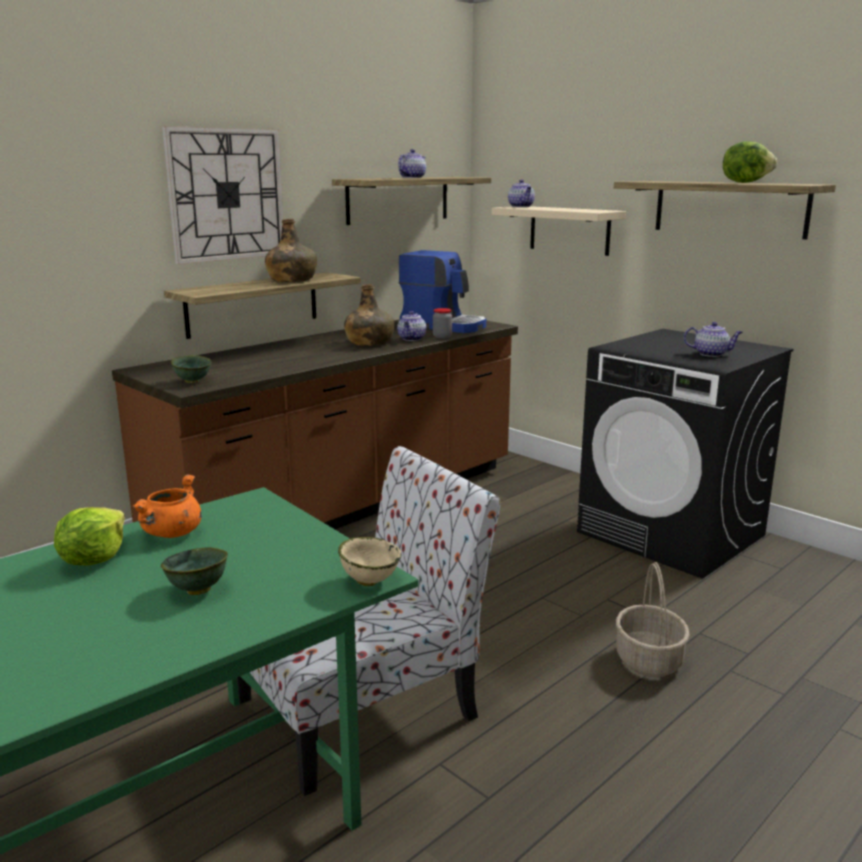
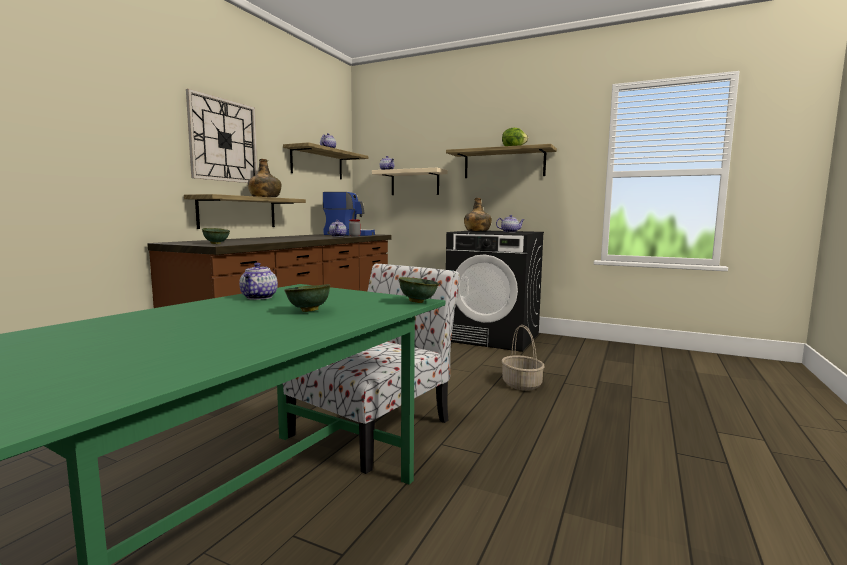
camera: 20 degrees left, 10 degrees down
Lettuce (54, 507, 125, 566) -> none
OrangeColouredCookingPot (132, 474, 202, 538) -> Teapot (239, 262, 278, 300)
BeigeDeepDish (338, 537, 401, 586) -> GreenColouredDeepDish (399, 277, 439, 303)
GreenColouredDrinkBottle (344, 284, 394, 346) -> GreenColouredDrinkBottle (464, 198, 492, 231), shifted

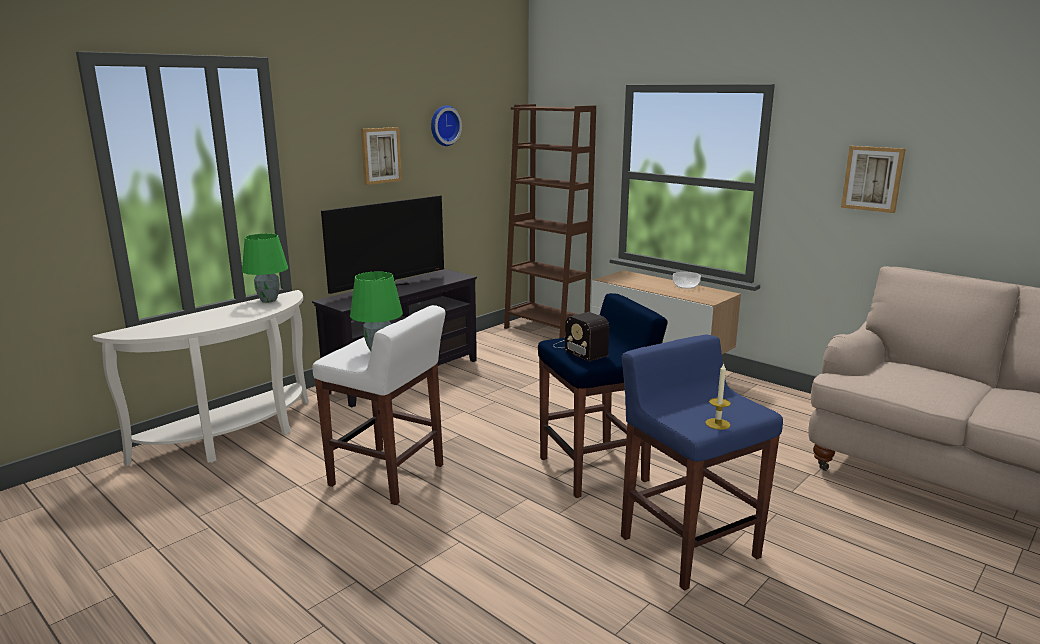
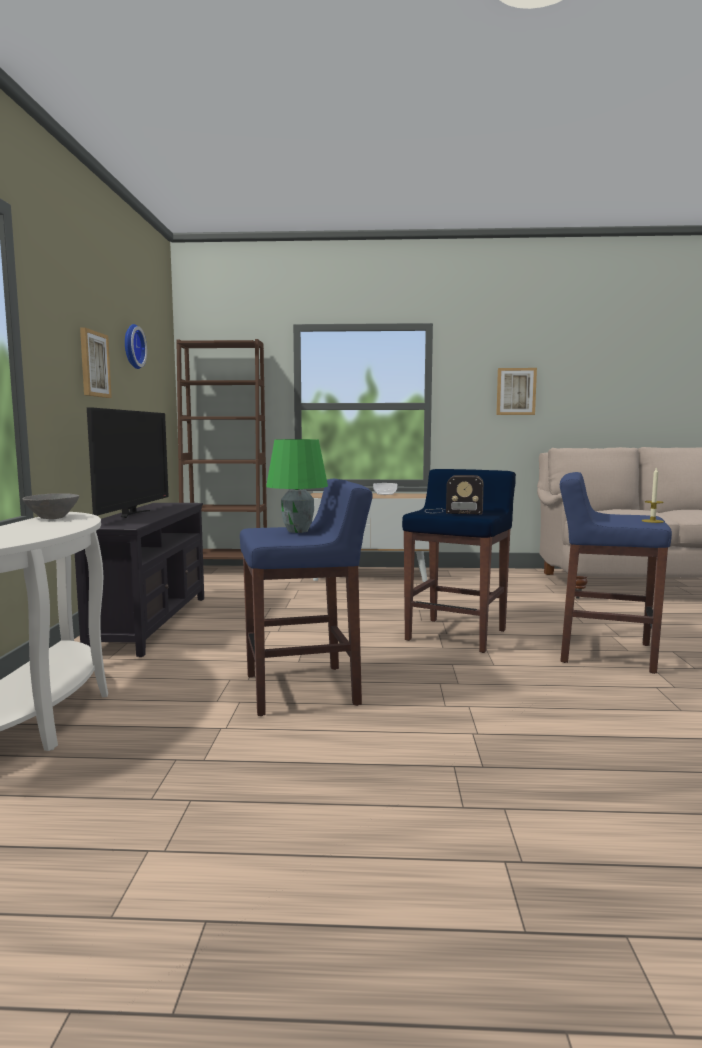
camera: 40 degrees left, 10 degrees down
GreenColouredLampForATable (242, 234, 288, 303) -> GreyDeepDish (22, 493, 79, 519)
WhiteColouredStool (312, 305, 445, 505) -> BlueStool (240, 479, 373, 716)

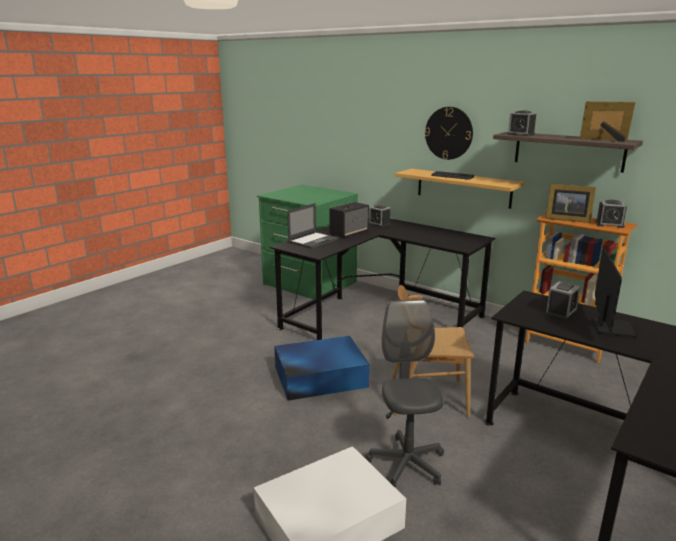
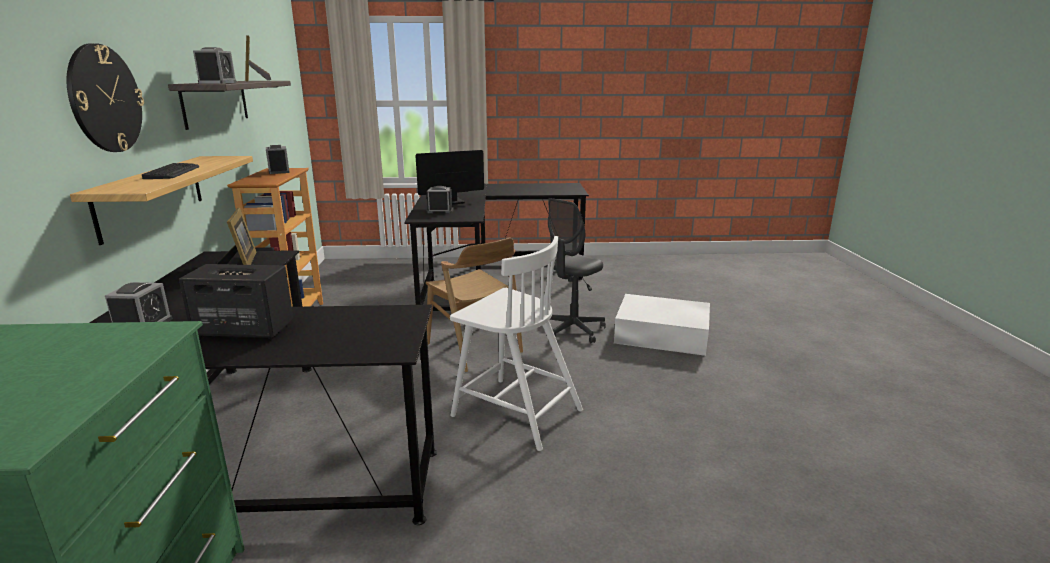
camera: 130 degrees left, 0 degrees up
BlueStorageBin (274, 336, 370, 401) -> WhiteColouredChair (450, 236, 583, 451)
NotebookComputer (287, 203, 339, 249) -> none
PictureFrame (546, 184, 596, 223) -> PictureFrame (217, 208, 257, 265), shifted

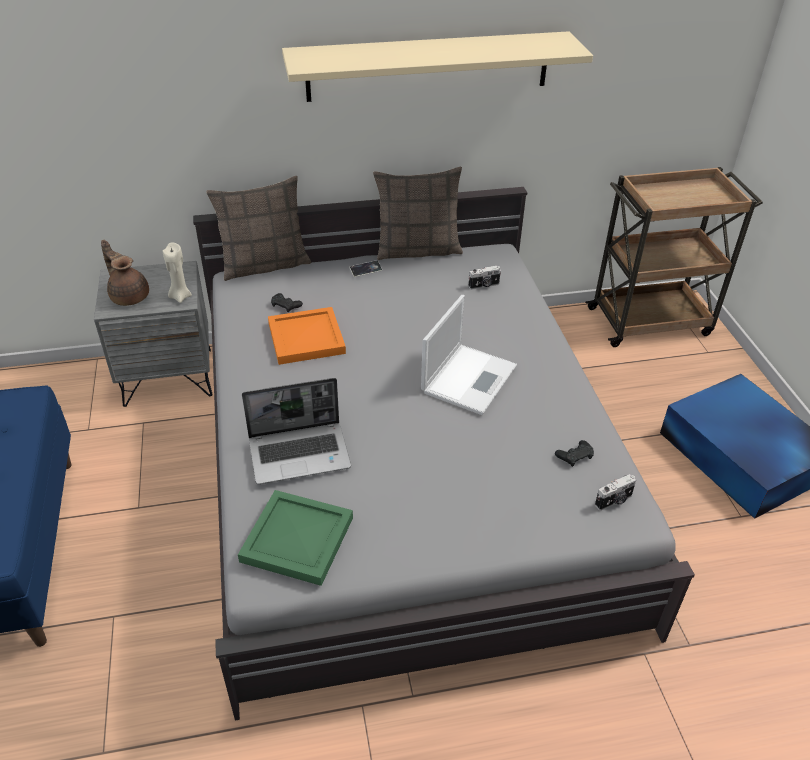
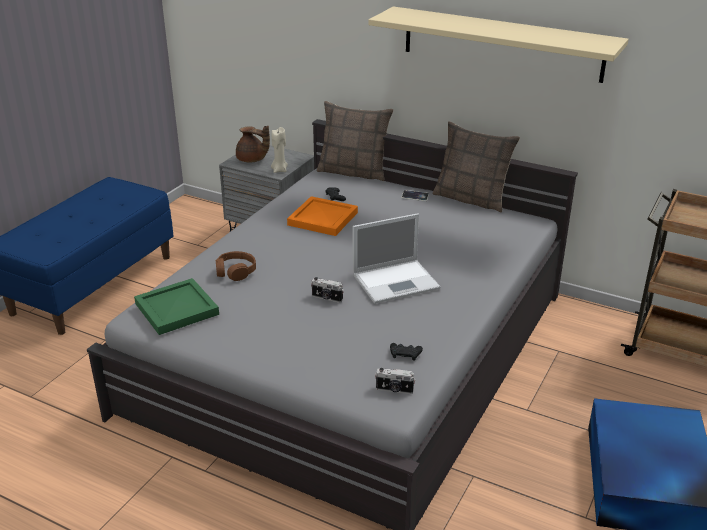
camera: 40 degrees right, 10 degrees down
BrownColouredTeapot (101, 240, 149, 306) -> BrownColouredTeapot (236, 126, 270, 163), 120 degrees clockwise
NotebookComputer (242, 378, 351, 484) -> BrownColouredHeadset (216, 251, 256, 281)
PhotoCamera (468, 266, 501, 290) -> PhotoCamera (311, 277, 344, 303), shifted

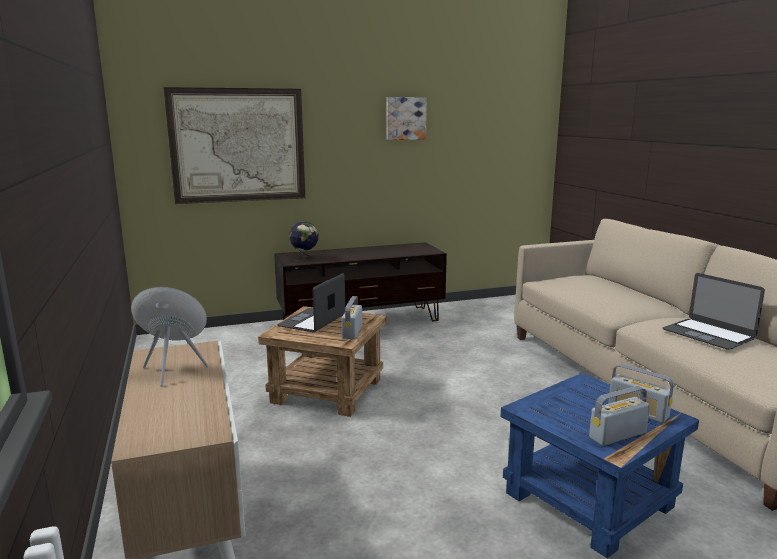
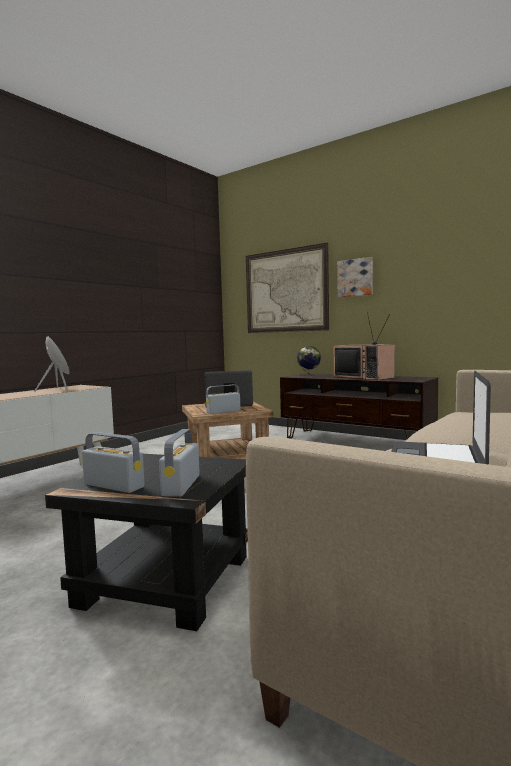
camera: 55 degrees right, 10 degrees down
WallPicture (387, 97, 427, 140) -> WallPicture (337, 257, 373, 297), shifted
BlueEndTable (500, 373, 699, 558) -> BlackEndTable (45, 454, 248, 631)
none -> Television (334, 312, 395, 380)

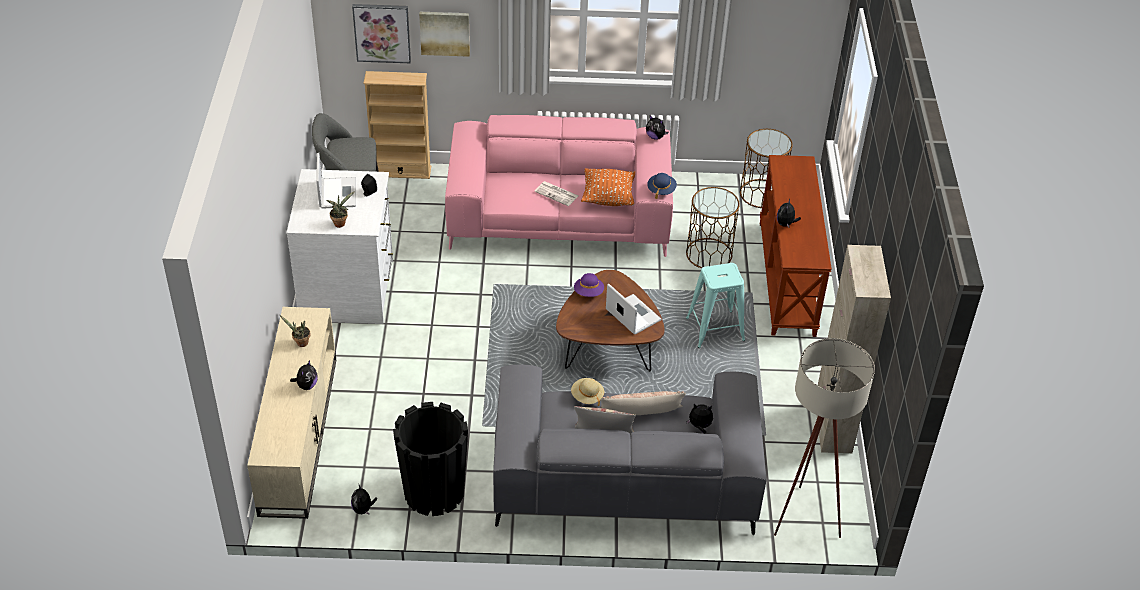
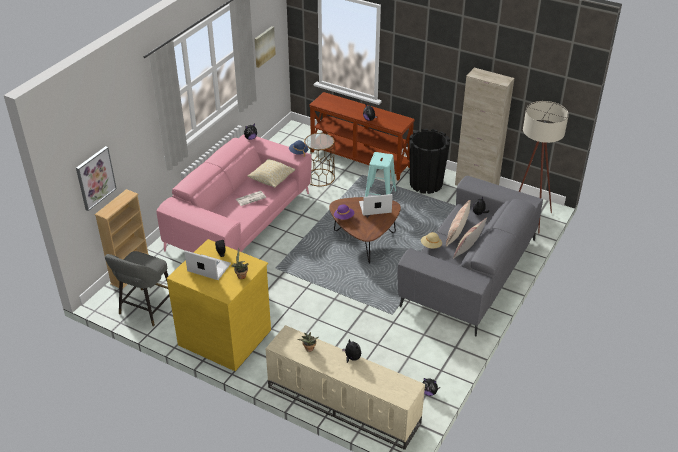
camera: 60 degrees left, 5 degrees down
WhiteColouredDrawerChest (287, 169, 393, 324) -> YellowColouredDrawerChest (166, 239, 271, 371)
BlackPlanter (393, 402, 468, 516) -> BlackPlanter (409, 129, 450, 194), shifted
WallPicture (419, 12, 470, 57) -> WallPicture (254, 26, 276, 68), shifted
OrangeColouredCushion (581, 168, 635, 206) -> BeigeCushion (248, 159, 295, 188)
BrownColouredEndTable (740, 129, 793, 208) -> none

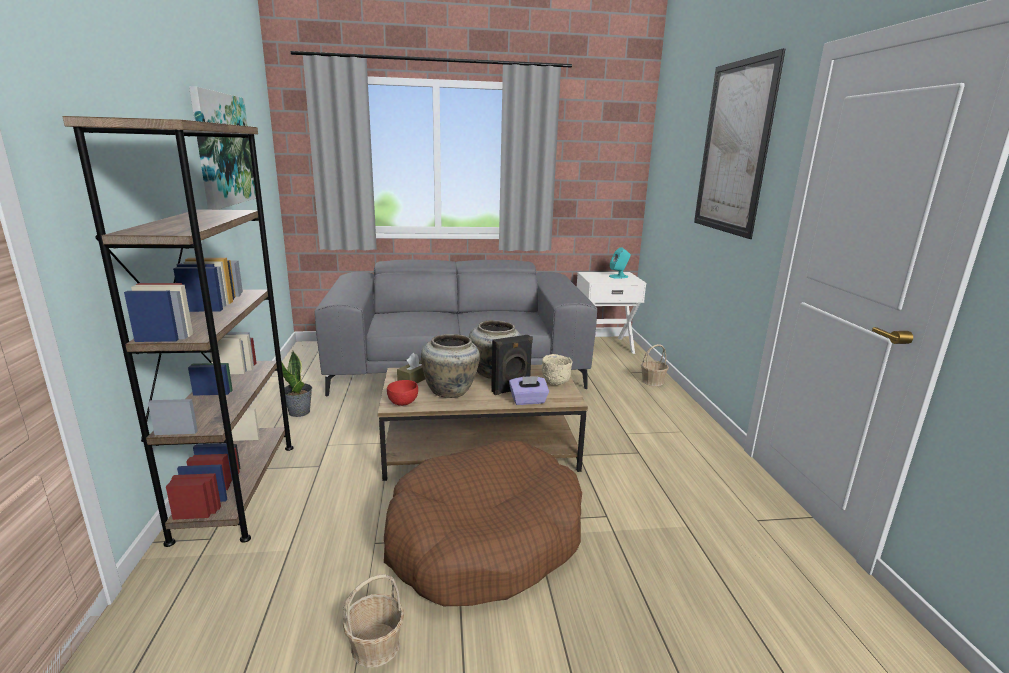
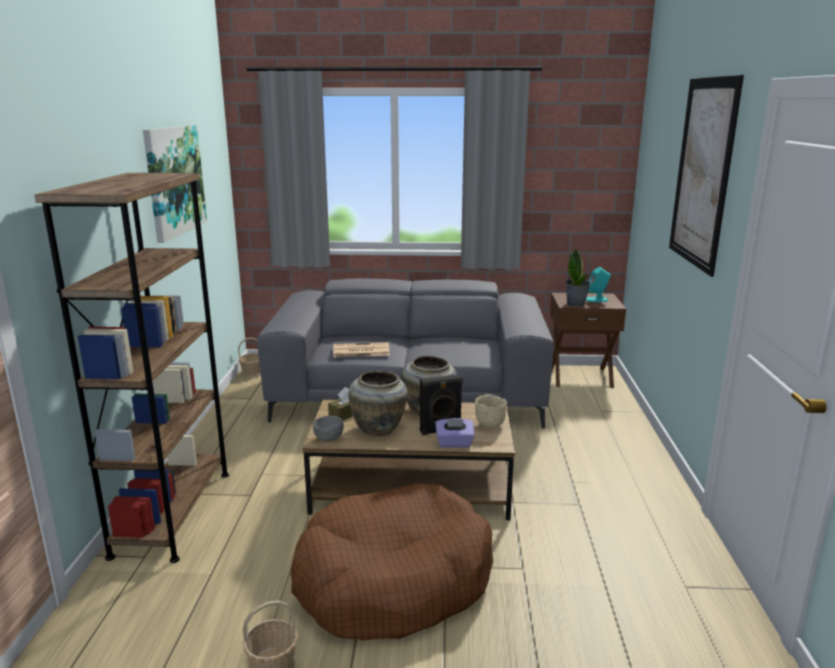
camera: 10 degrees right, 0 degrees up
PottedPlant (281, 351, 312, 417) -> PottedPlant (565, 248, 591, 307), shifted
ReddishDeepDish (387, 380, 418, 406) -> GreyDeepDish (313, 416, 344, 442)
WhiteColouredBedsideTable (577, 272, 646, 354) -> BrownColouredBedsideTable (550, 293, 626, 388)
Basket (641, 344, 669, 386) -> Basket (238, 338, 261, 378), shifted
none -> DailyPaper (333, 342, 390, 357)

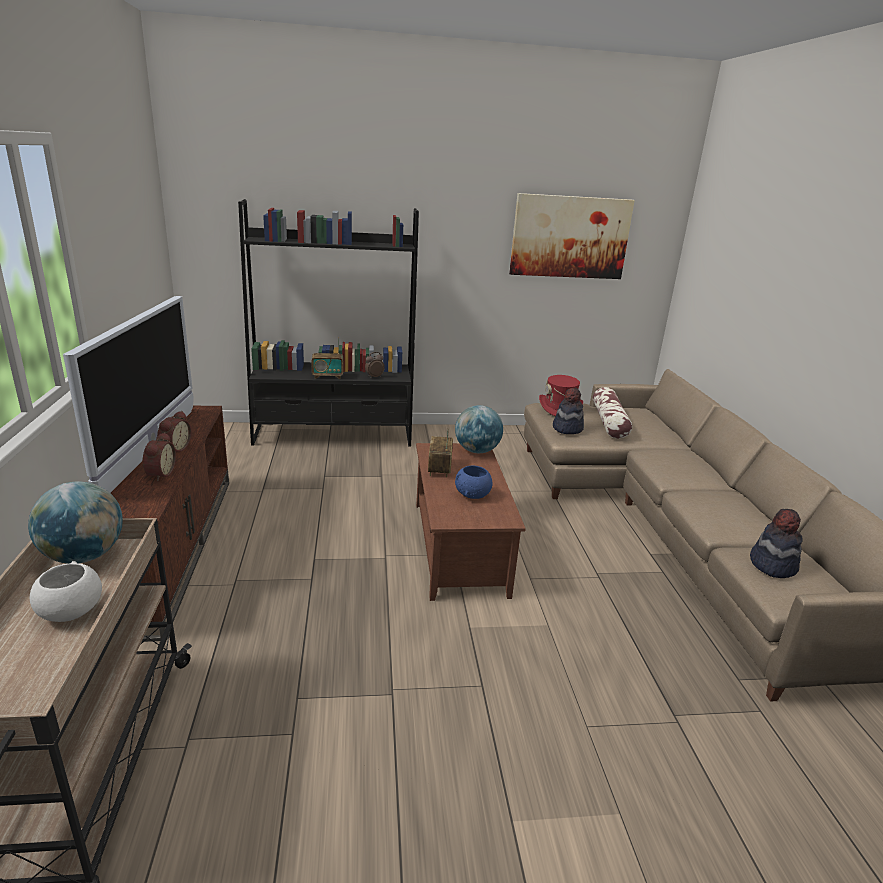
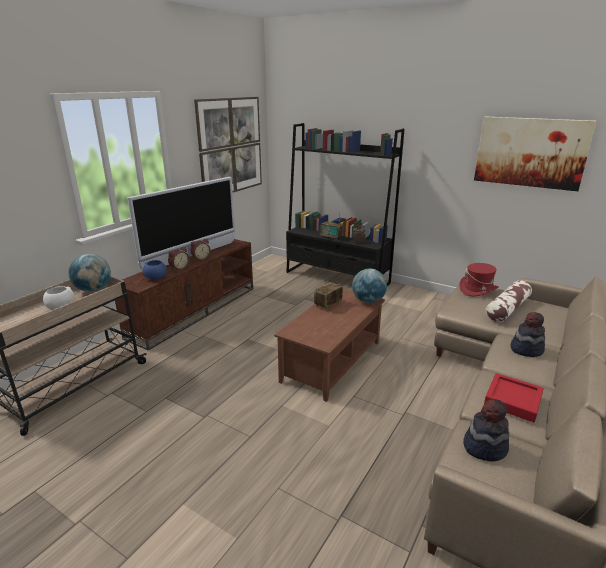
camera: 40 degrees right, 0 degrees up
BlueDeepDish (455, 465, 493, 499) -> BlueDeepDish (143, 260, 167, 280), shifted
ClothingHat (553, 388, 584, 434) -> ClothingHat (511, 312, 545, 357), shifted
none -> WallPicture (194, 97, 262, 192)
none -> ReddishCarryingTray (484, 373, 544, 422)

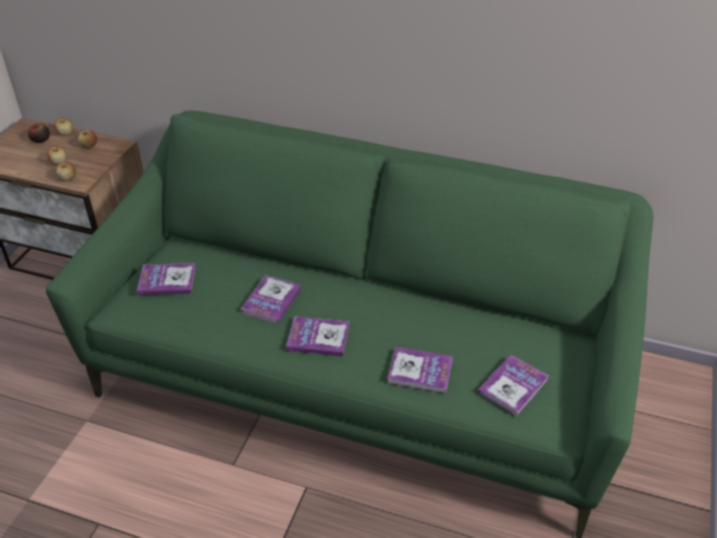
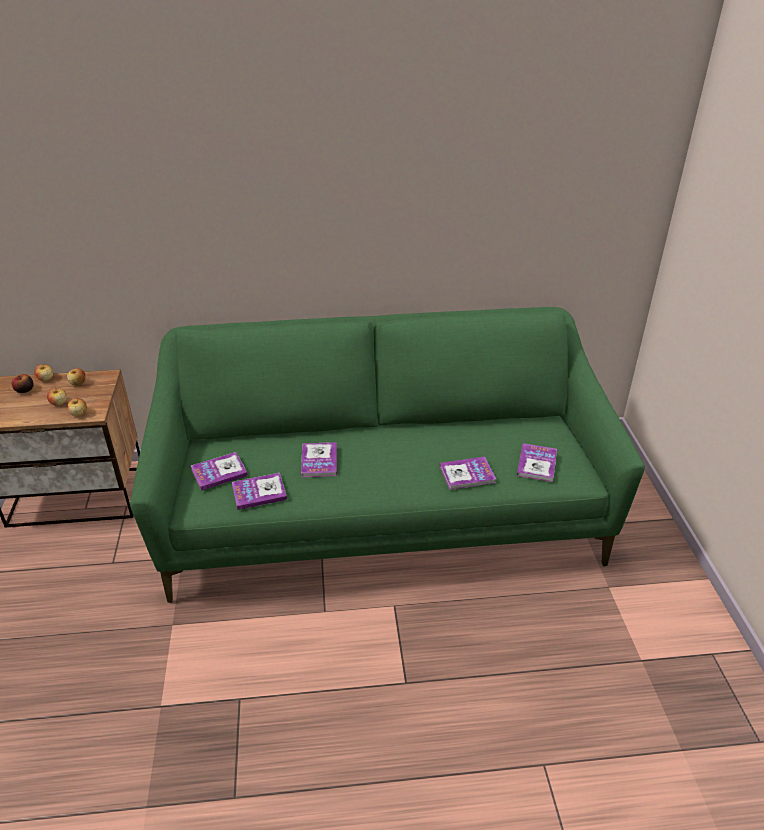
camera: 25 degrees left, 5 degrees down
Book (286, 316, 349, 356) -> Book (232, 473, 287, 510), shifted

